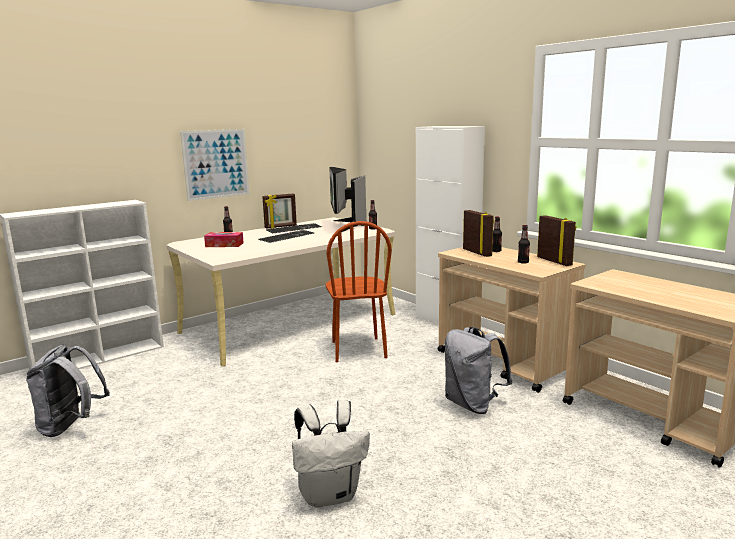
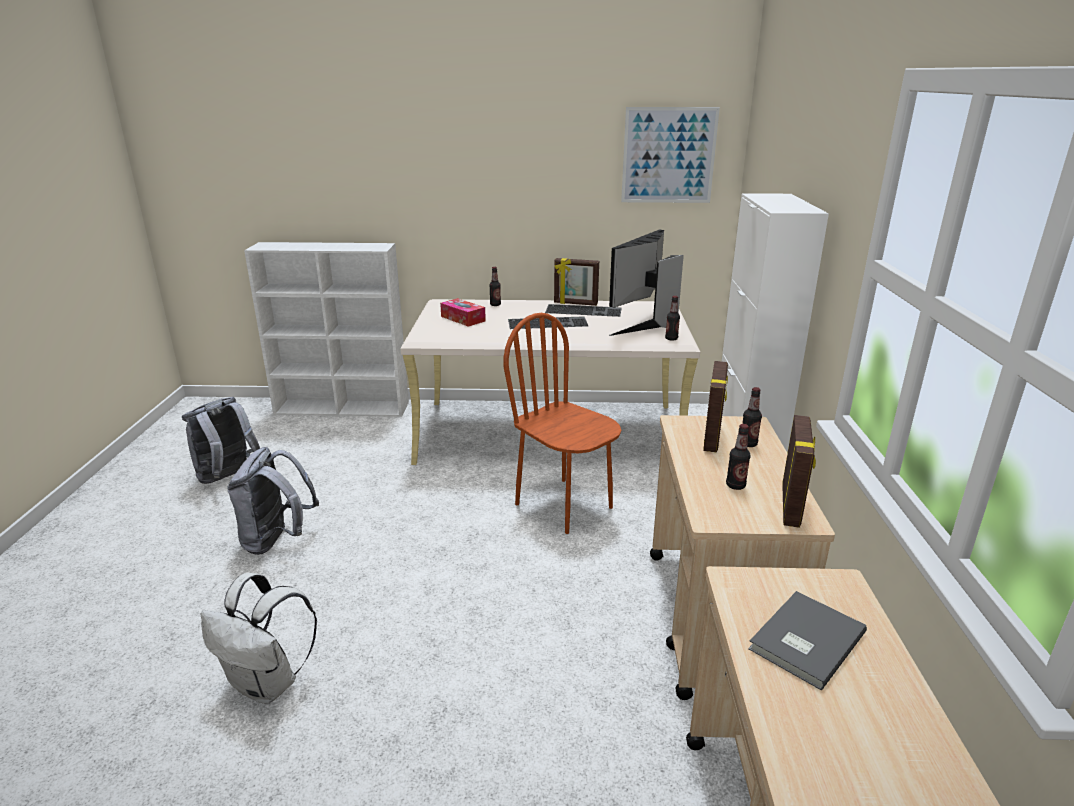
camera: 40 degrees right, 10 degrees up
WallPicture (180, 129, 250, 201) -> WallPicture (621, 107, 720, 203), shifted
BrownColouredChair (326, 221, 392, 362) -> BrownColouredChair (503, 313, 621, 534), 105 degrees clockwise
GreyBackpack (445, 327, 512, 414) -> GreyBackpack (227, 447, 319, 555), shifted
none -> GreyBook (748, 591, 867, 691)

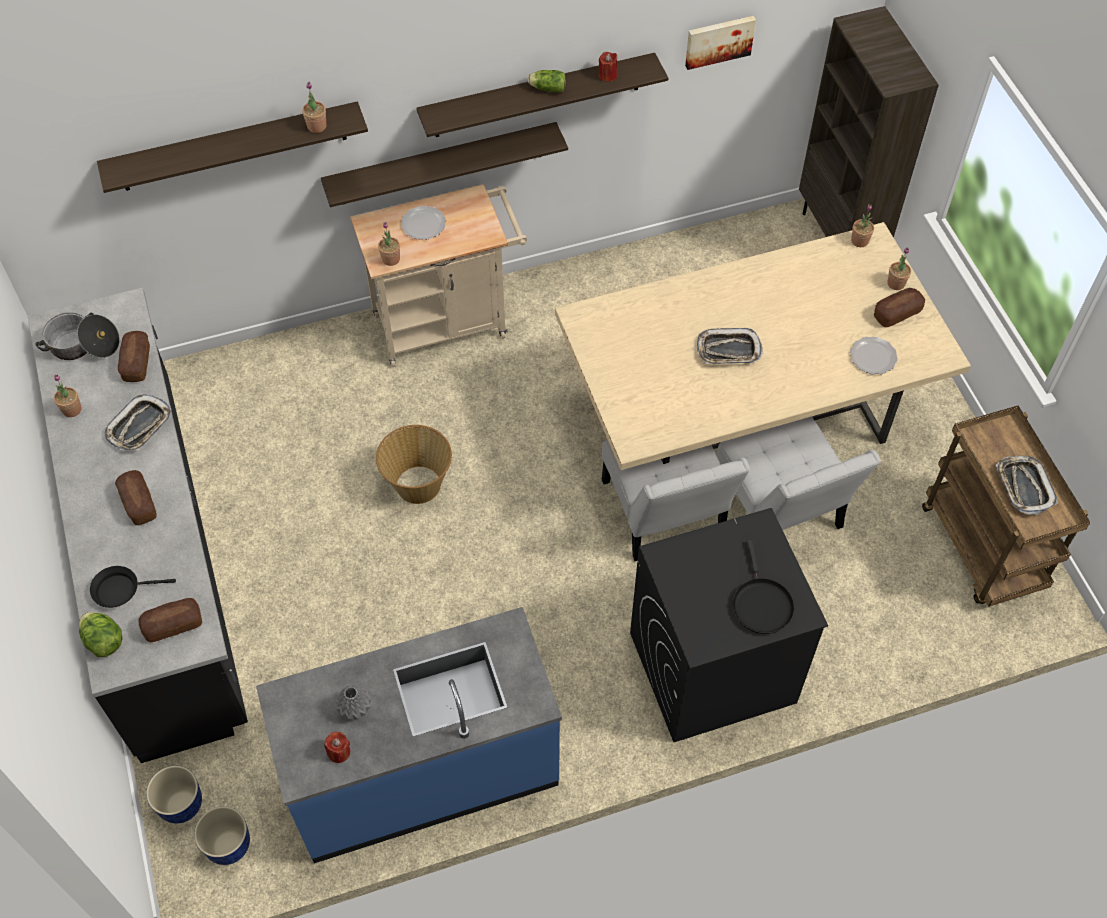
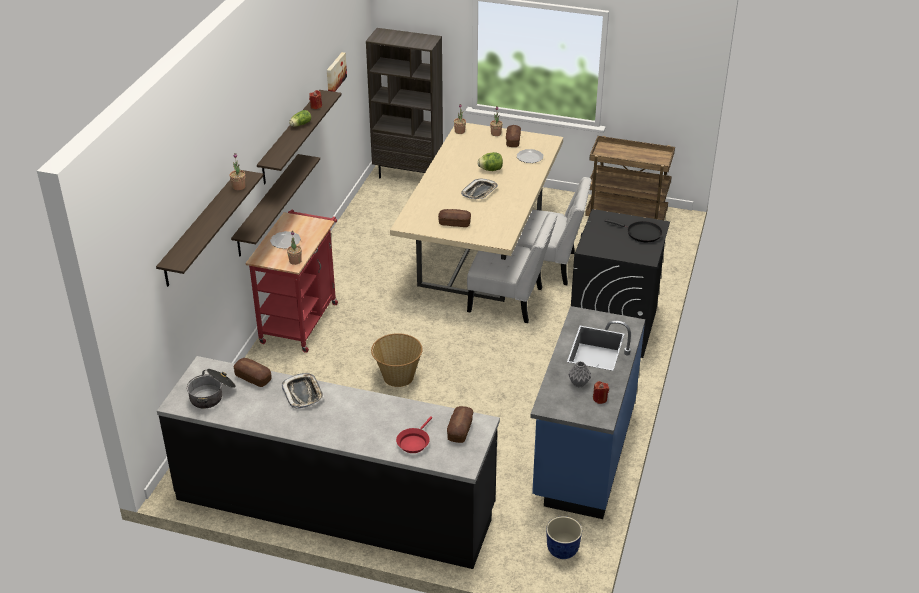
camera: 55 degrees left, 20 degrees down
PottedPlant (54, 375, 82, 417) -> none
Lettuce (79, 612, 123, 657) -> Lettuce (477, 152, 503, 171), shifted
BlackFryingPan (90, 566, 176, 608) -> ReddishFryingPan (396, 416, 432, 453)
BakedBread (115, 470, 157, 525) -> BakedBread (438, 209, 471, 227), shifted
Planter (146, 766, 202, 823) -> none
BeigeCart (350, 184, 527, 367) -> ReddishCart (246, 209, 338, 353)
CarryingTray (996, 456, 1057, 515) -> none

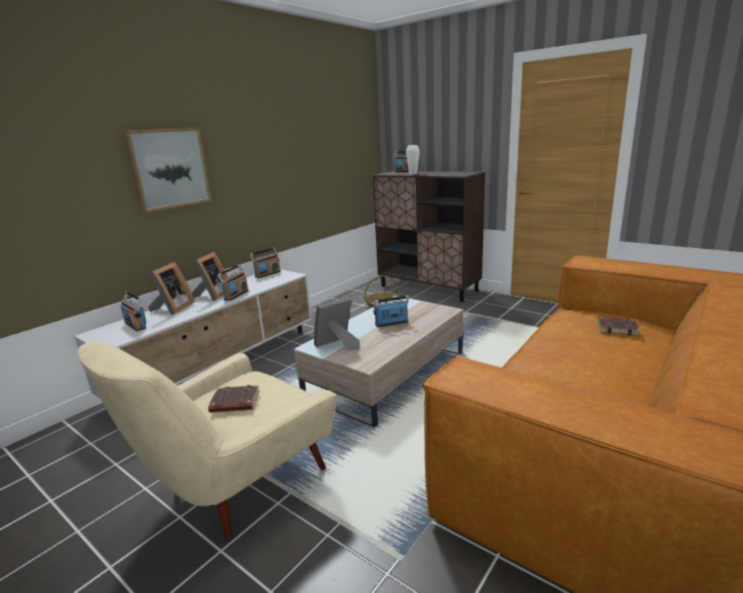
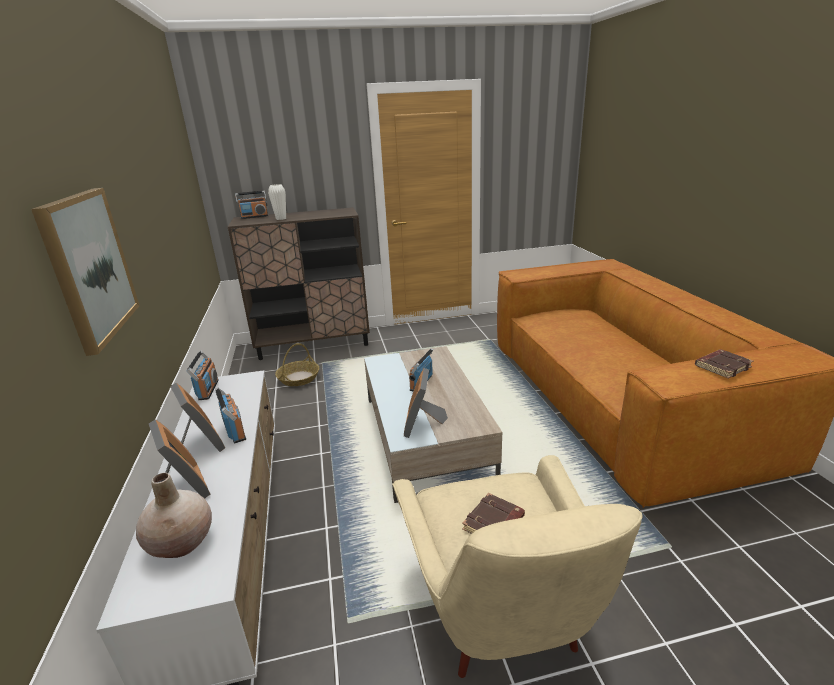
camera: 50 degrees left, 5 degrees up
Radio (121, 291, 147, 331) -> BeigeDecorativeVase (136, 473, 212, 558)
BrownColouredBook (597, 317, 640, 336) -> BrownColouredBook (695, 349, 754, 378), shifted

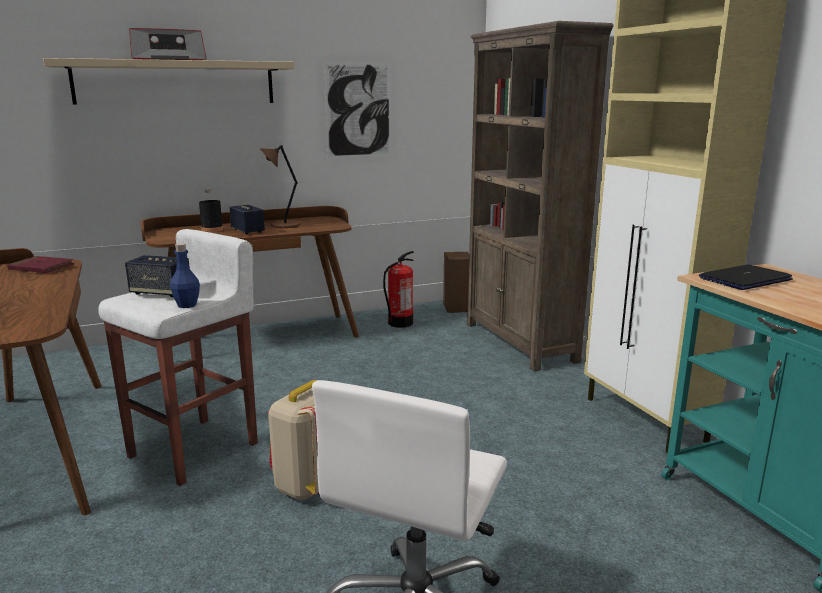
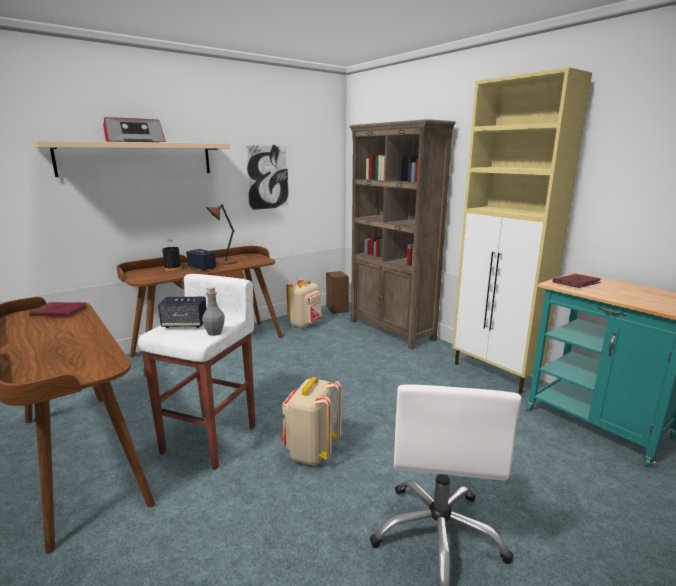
camera: 15 degrees left, 0 degrees up
BlueDrinkBottle (170, 243, 200, 308) -> GreyDrinkBottle (202, 287, 225, 336)
FireExtinguisher (383, 251, 414, 328) -> BeigeBackpack (286, 279, 322, 328)
NotebookComputer (699, 264, 793, 290) -> ReddishBook (553, 274, 601, 288)

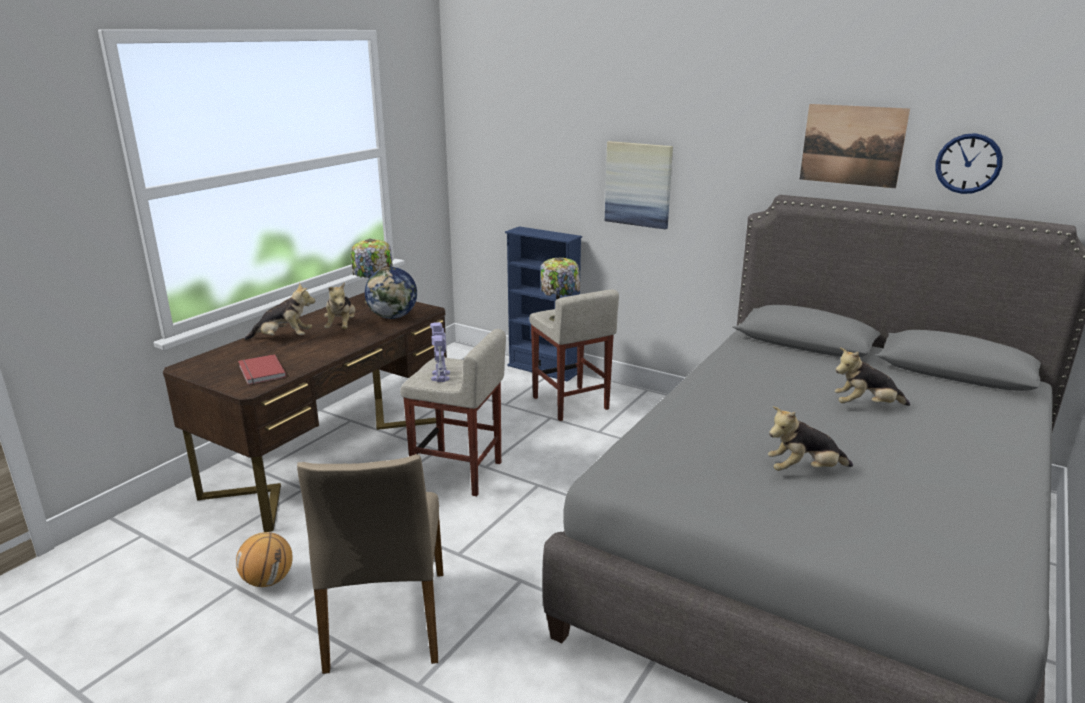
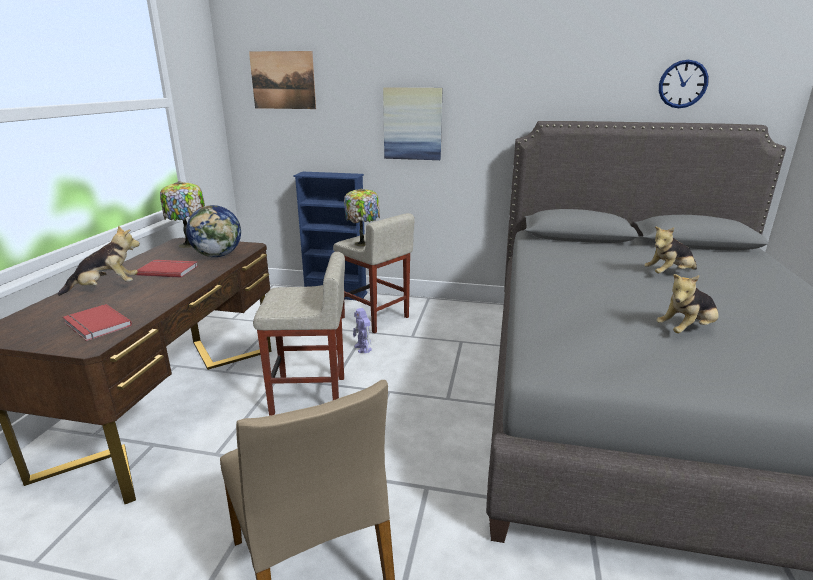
camera: 20 degrees left, 0 degrees up
BasketballBall (236, 532, 293, 587) -> none
CuddlyToy (324, 282, 355, 329) -> ReddishBook (136, 260, 197, 278)
ModelRobot (430, 322, 450, 382) -> ModelRobot (353, 308, 372, 353), shifted
WallPicture (800, 104, 910, 188) -> WallPicture (249, 51, 316, 109), shifted

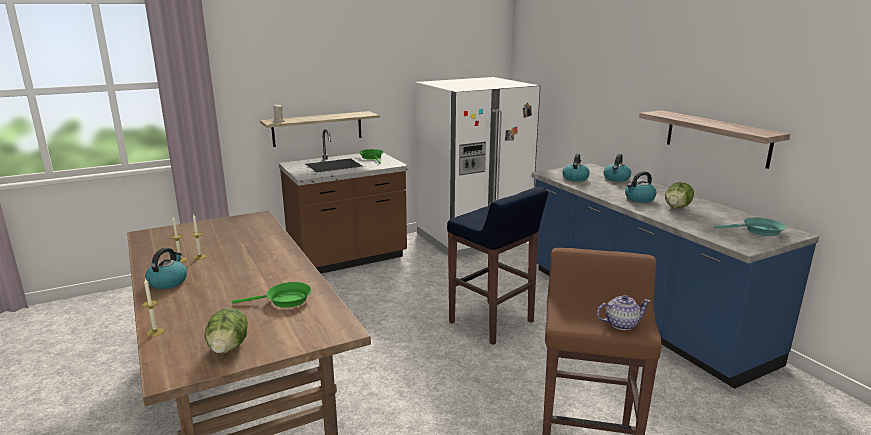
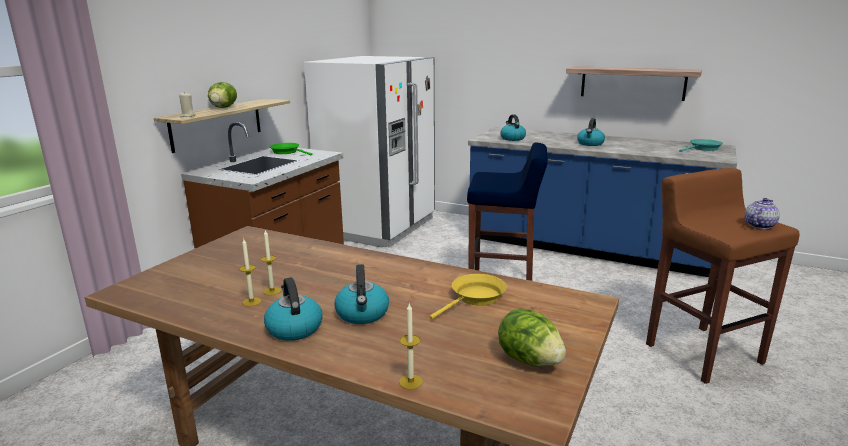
camera: 35 degrees left, 0 degrees up
GreenColouredFryingPan (232, 282, 311, 308) -> YellowColouredFryingPan (429, 274, 507, 320)
TeaKettle (604, 154, 631, 182) -> TeaKettle (334, 264, 389, 324), shifted
Lettuce (665, 182, 694, 208) -> Lettuce (208, 82, 237, 108), shifted

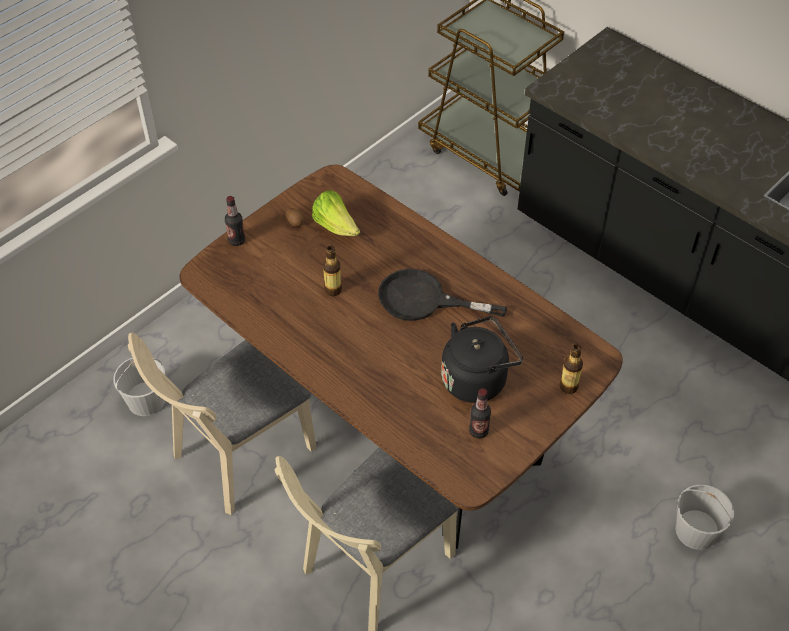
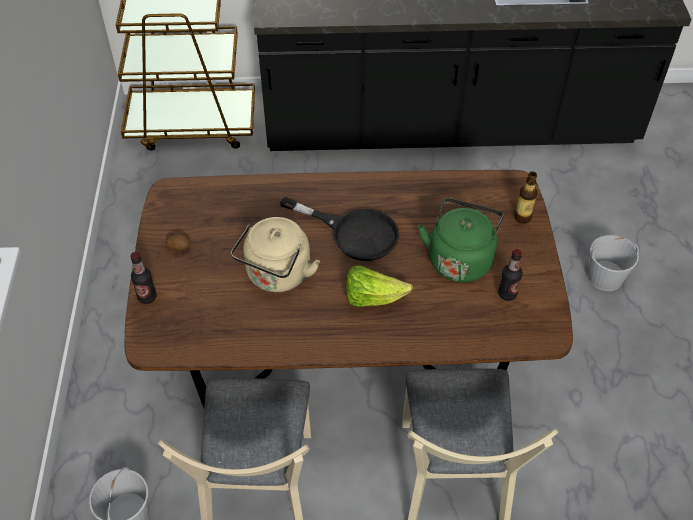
camera: 45 degrees left, 0 degrees up
Lettuce (312, 191, 360, 236) -> Lettuce (346, 265, 413, 307), shifted
DrinkBottle (323, 246, 342, 296) -> BeigeTeaKettle (231, 217, 320, 292)
BlackFryingPan (378, 269, 507, 321) -> BlackFryingPan (280, 197, 399, 261), 120 degrees counterclockwise
BlackTeaKettle (441, 316, 523, 403) -> GreenColouredTeaKettle (418, 198, 504, 283)

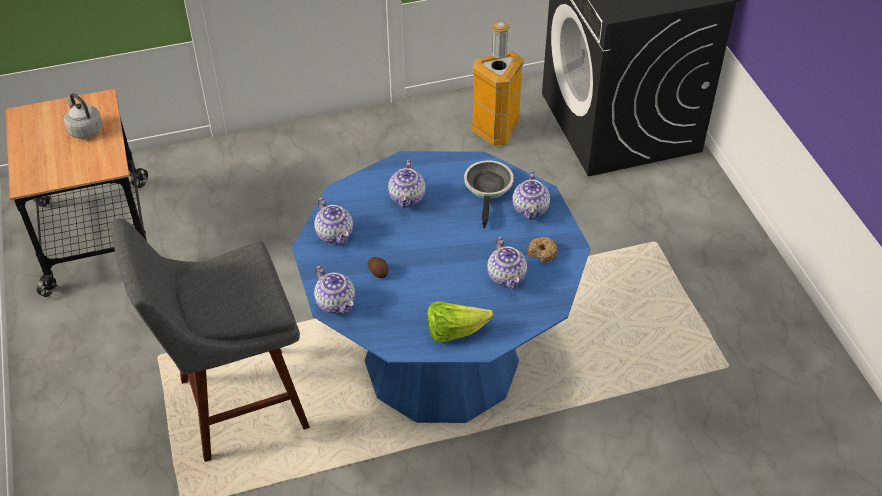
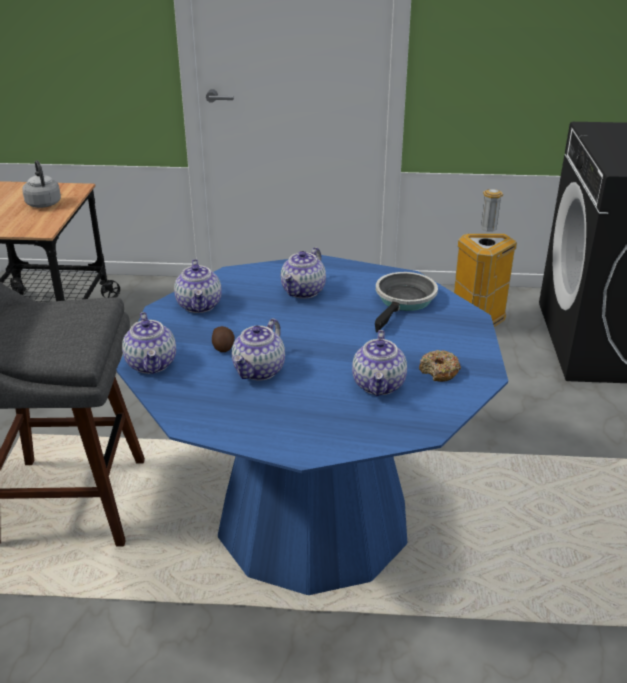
camera: 20 degrees right, 15 degrees down
Lettuce (427, 301, 493, 342) -> none
Teapot (512, 171, 550, 220) -> Teapot (232, 318, 285, 381), shifted

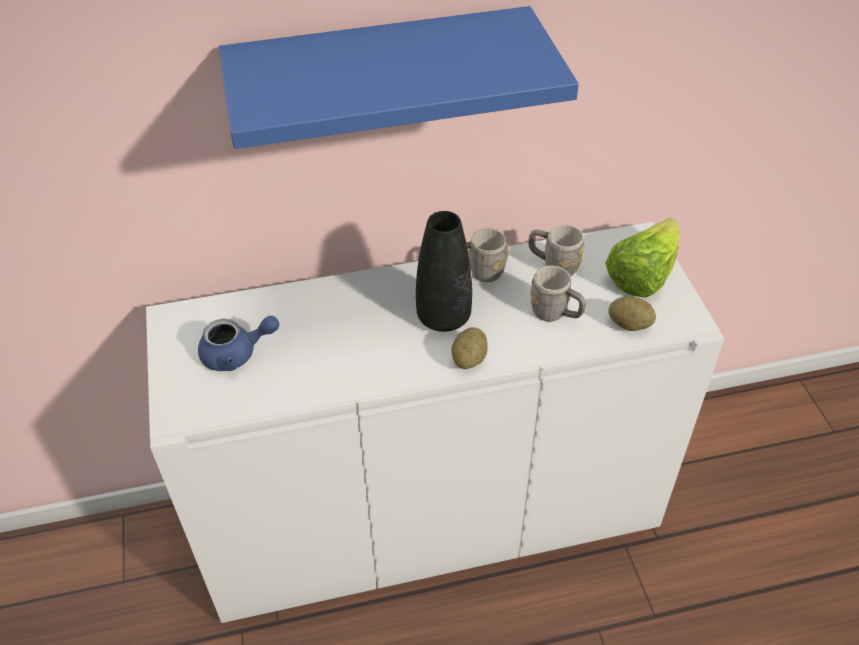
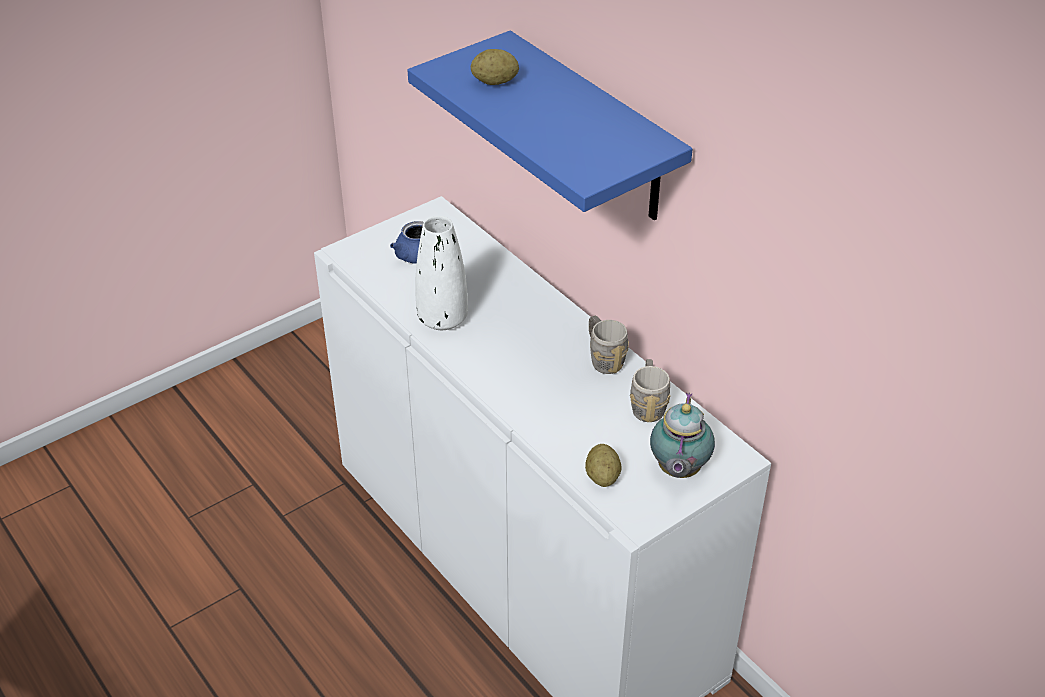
camera: 65 degrees right, 5 degrees down
BlackDecorativeVase (416, 211, 472, 332) -> none
Spud (451, 327, 488, 369) -> Spud (471, 49, 519, 85), shifted
GreyMug (530, 266, 586, 322) -> none
Lettuce (605, 218, 679, 298) -> Teapot (650, 393, 715, 478)
none -> WhiteColouredDecorativeVase (415, 216, 468, 330)

